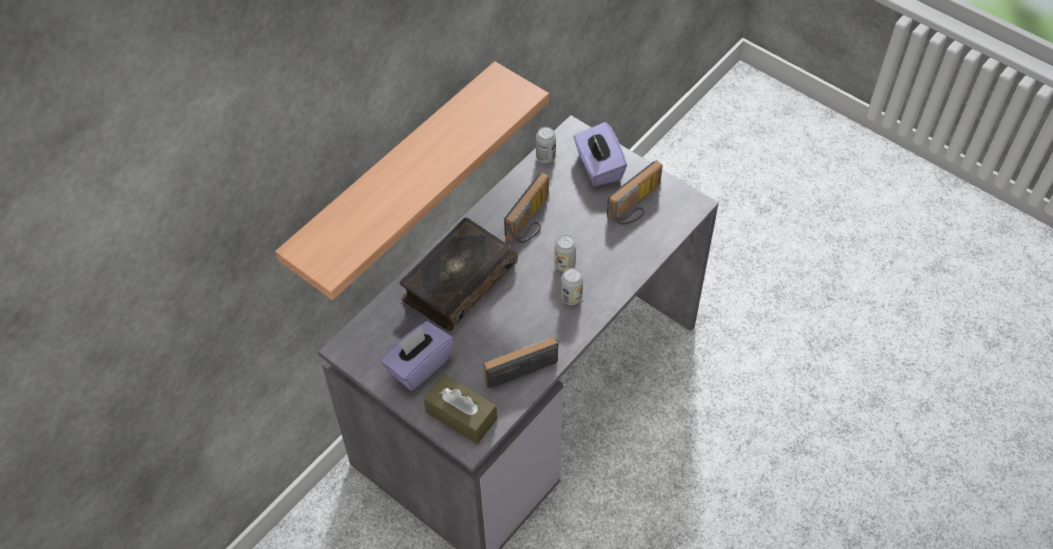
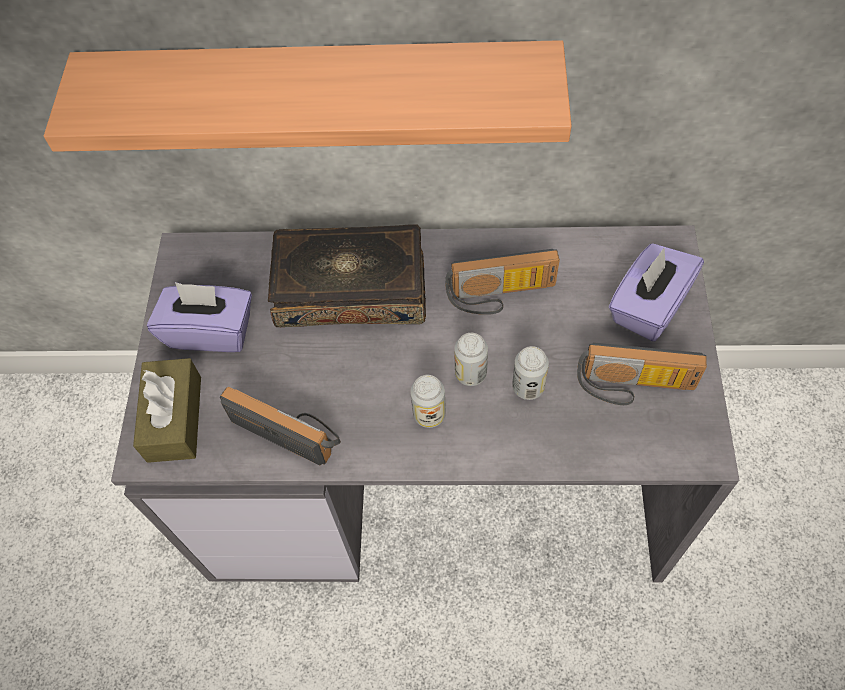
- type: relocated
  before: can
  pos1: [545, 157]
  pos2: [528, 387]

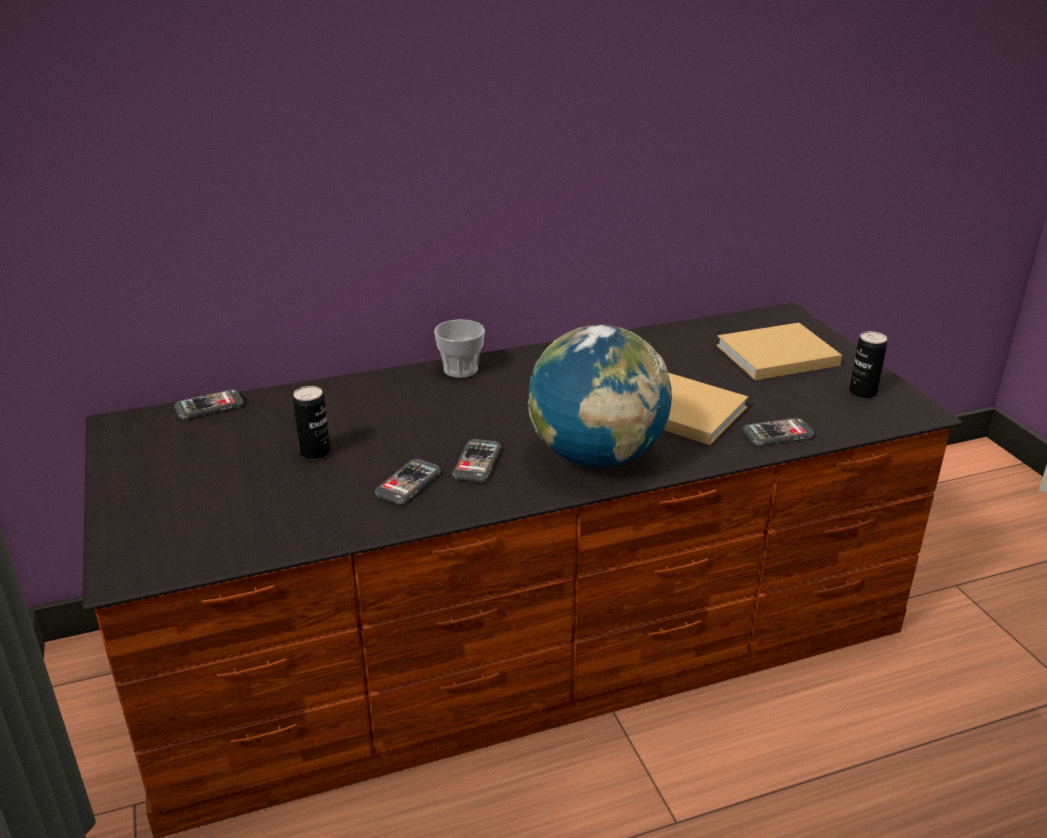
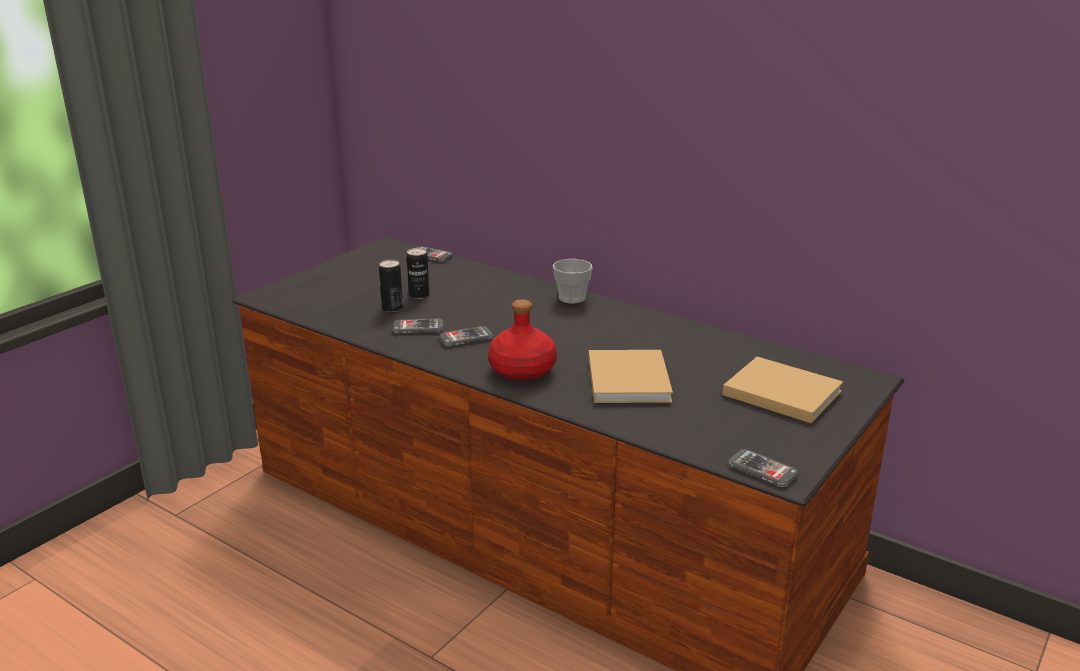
- type: exchanged
  before: globe
  after: red bottle
  pos1: [597, 457]
  pos2: [522, 370]
- type: relocated
  before: phone
  pos1: [777, 434]
  pos2: [762, 470]
- type: relocated
  before: can
  pos1: [862, 393]
  pos2: [392, 308]

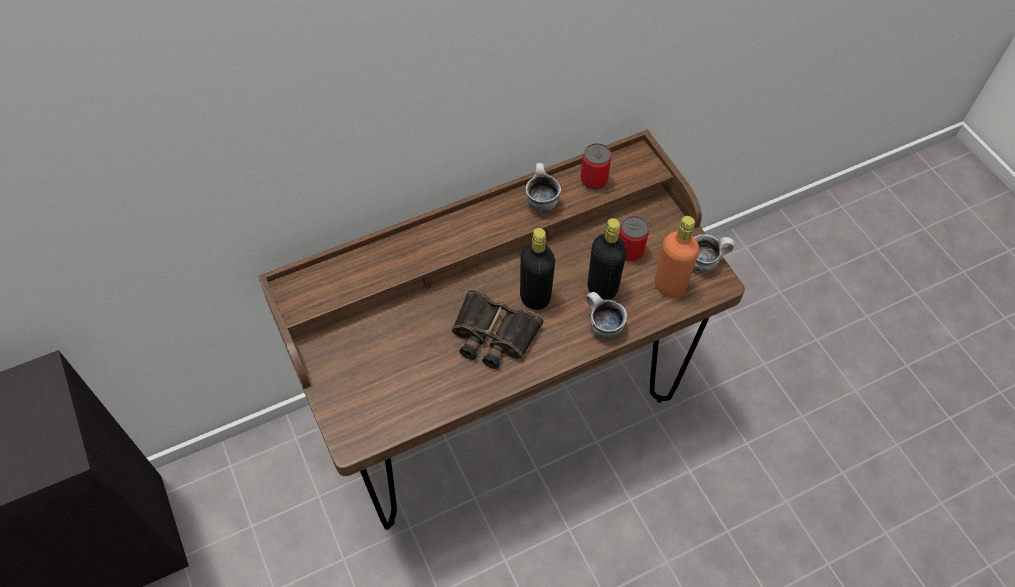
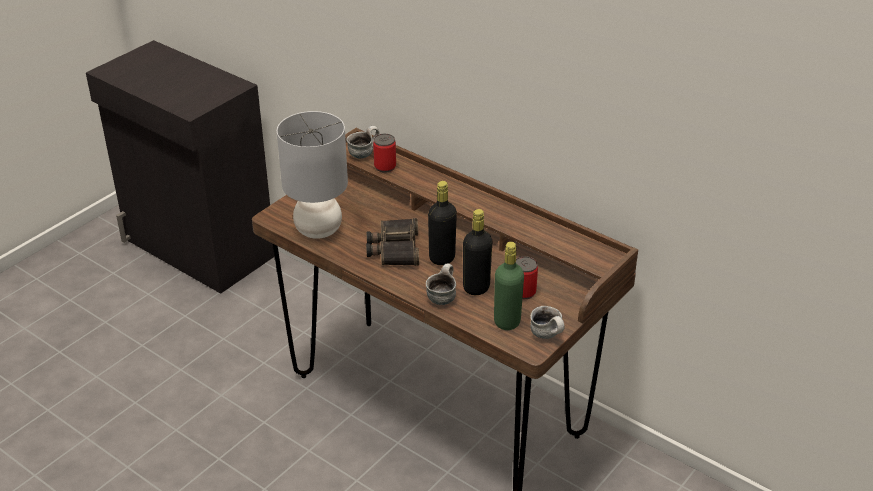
- type: relocated
  before: mug
  pos1: [540, 199]
  pos2: [363, 153]
- type: relocated
  before: can
  pos1: [593, 180]
  pos2: [385, 167]
- type: colour
  before: orange bottle
  after: green bottle
  pos1: [669, 285]
  pos2: [507, 322]
- type: appeared
  after: grey table lamp
  pos2: [318, 230]

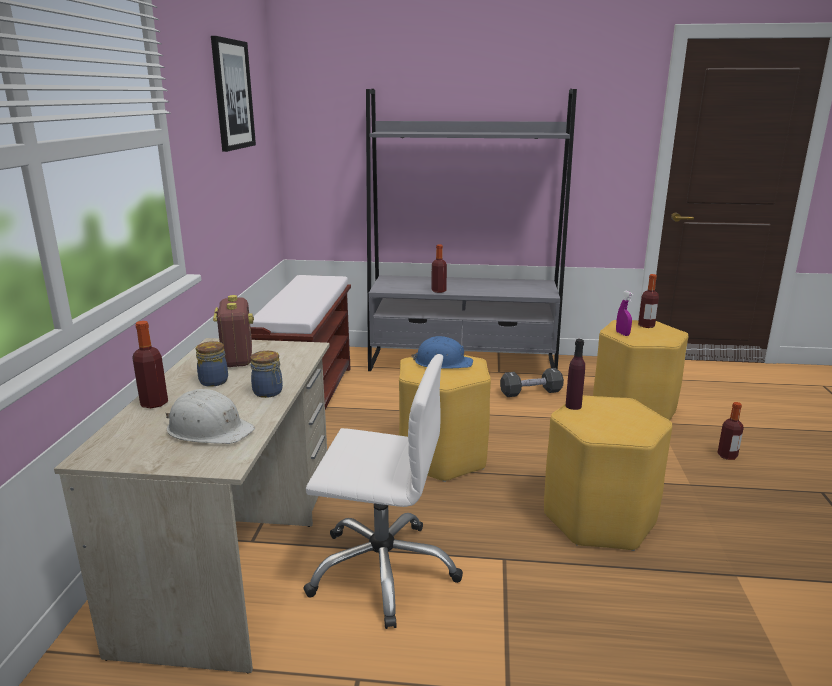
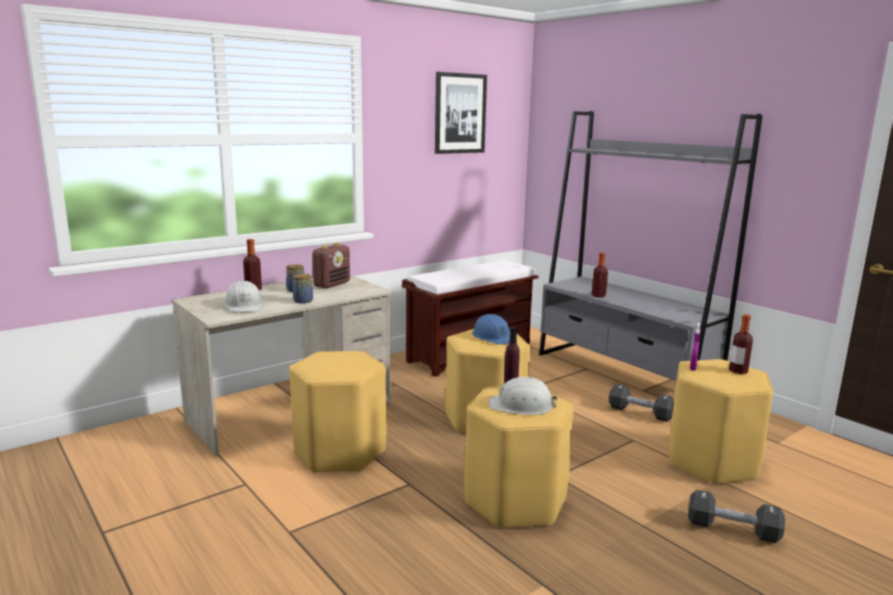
- type: exchanged
  before: white office chair
  after: yellow stool
  pos1: [383, 570]
  pos2: [339, 452]
- type: exchanged
  before: bottle
  after: black dumbbell
  pos1: [727, 456]
  pos2: [732, 529]
- type: appeared
  after: white hard hat
  pos2: [521, 406]

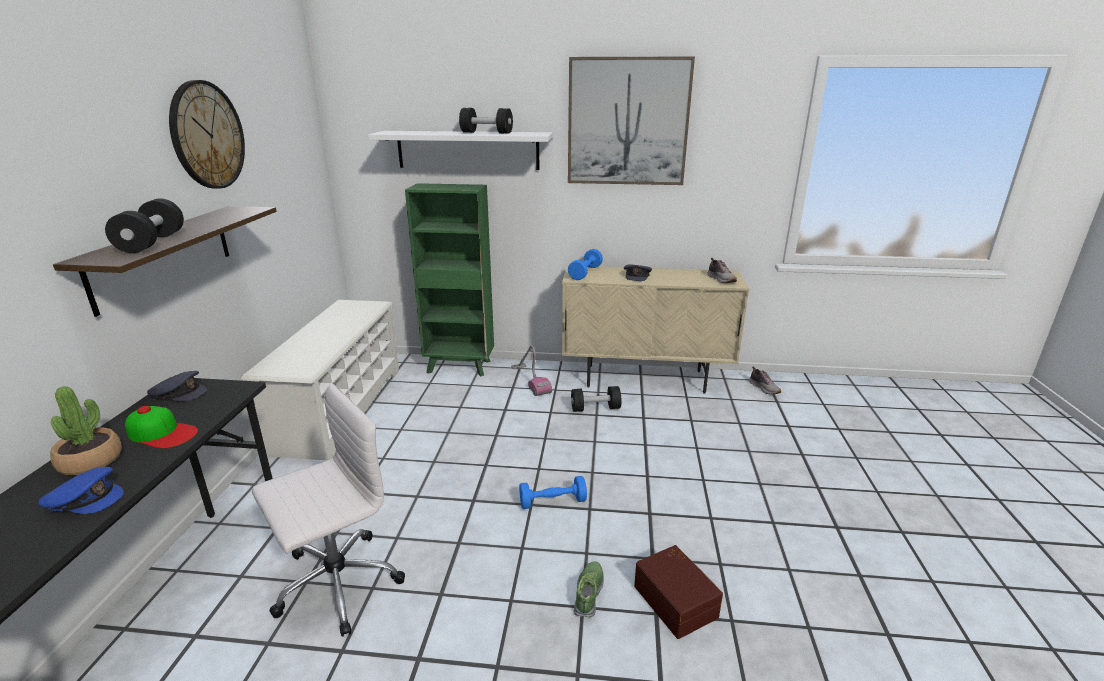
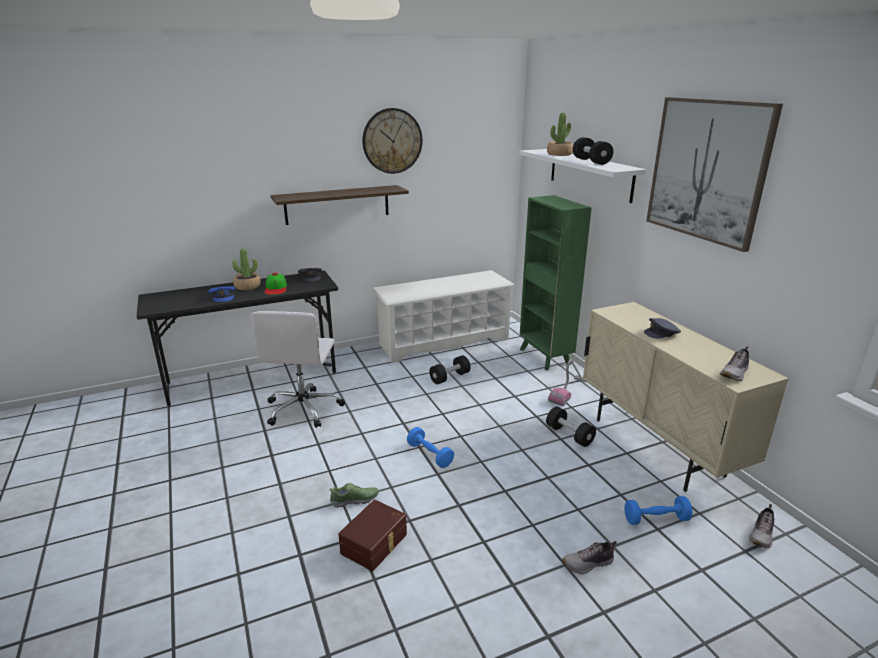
- type: relocated
  before: black dumbbell
  pos1: [152, 243]
  pos2: [450, 377]
- type: spun
  before: white office chair
  pos1: [336, 583]
  pos2: [304, 408]
  turn: 75
- type: relocated
  before: blue dumbbell
  pos1: [585, 273]
  pos2: [656, 519]
- type: appeared
  after: potted plant
  pos2: [559, 154]
- type: appeared
  after: shoe
  pos2: [588, 564]

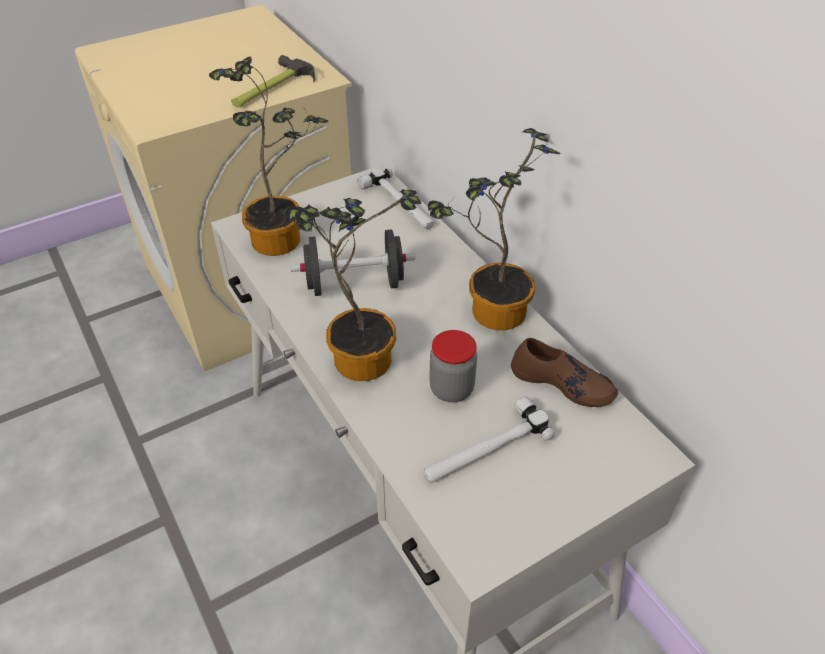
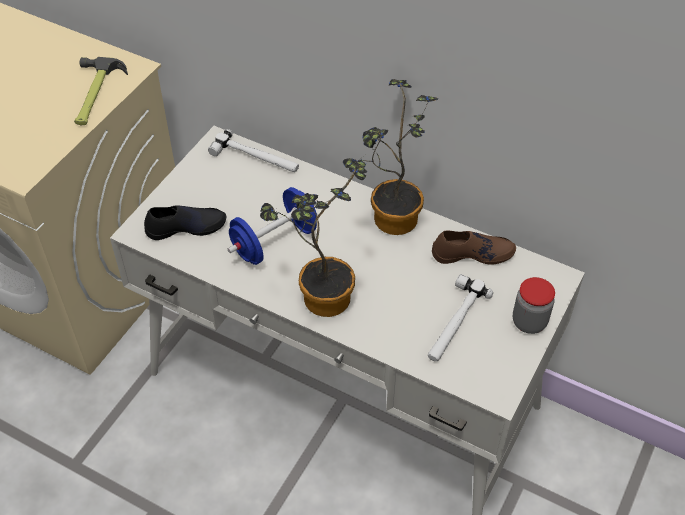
- type: exchanged
  before: potted plant
  after: black shoe
  pos1: [284, 239]
  pos2: [186, 227]
- type: colour
  before: black dumbbell
  after: blue dumbbell
  pos1: [355, 284]
  pos2: [274, 242]
- type: relocated
  before: jar
  pos1: [451, 389]
  pos2: [529, 322]

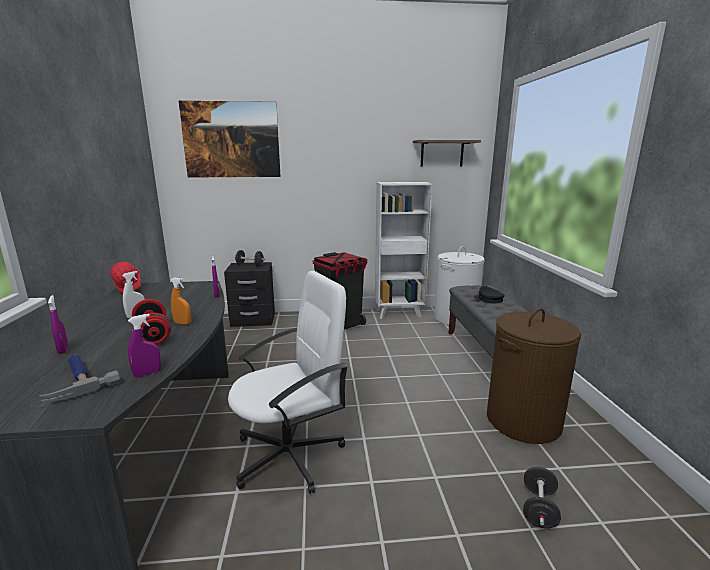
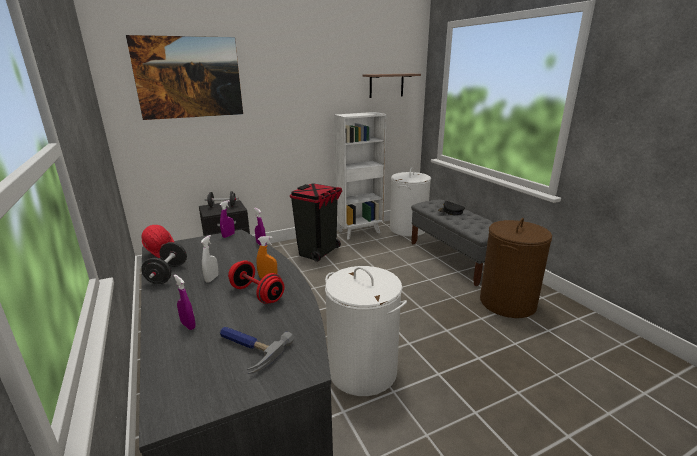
- type: relocated
  before: purple spray bottle
  pos1: [147, 373]
  pos2: [228, 235]
- type: exchanged
  before: white office chair
  after: white laundry basket
  pos1: [290, 454]
  pos2: [363, 370]
- type: relocated
  before: black dumbbell
  pos1: [538, 509]
  pos2: [167, 274]

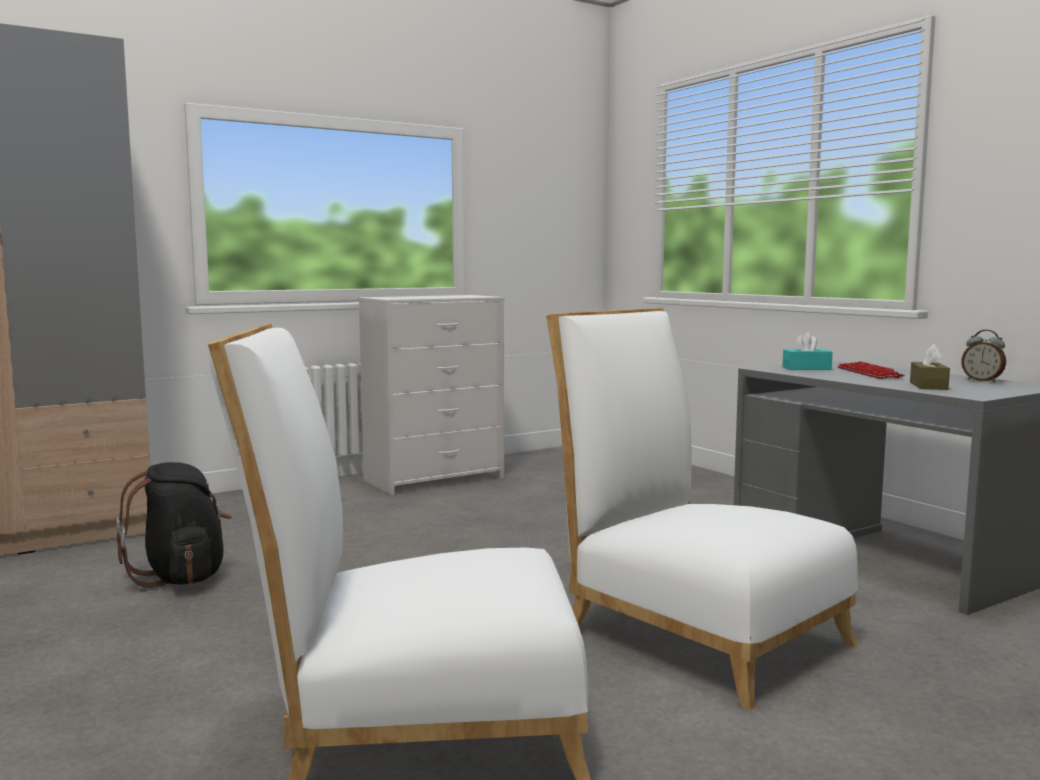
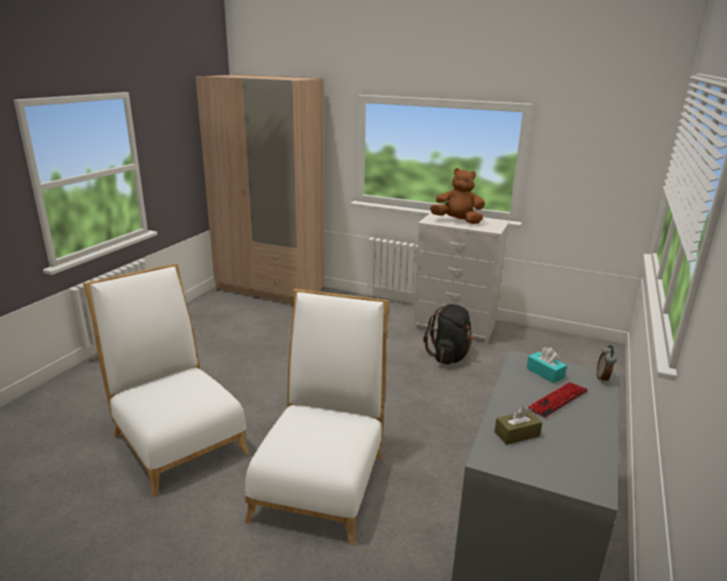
- type: relocated
  before: black backpack
  pos1: [181, 577]
  pos2: [449, 356]
- type: relocated
  before: alarm clock
  pos1: [982, 381]
  pos2: [603, 378]
- type: appeared
  after: brown plush toy
  pos2: [457, 221]

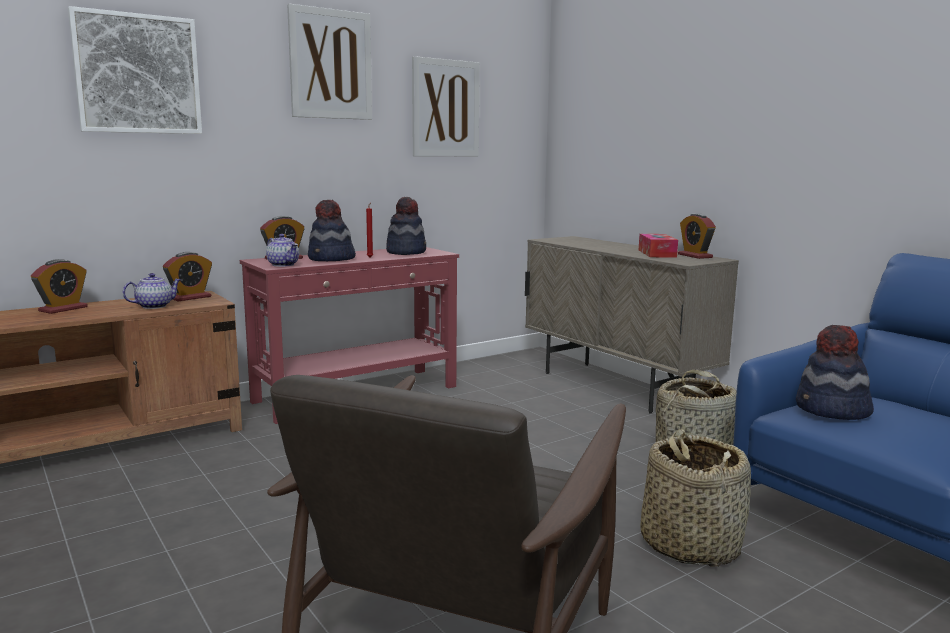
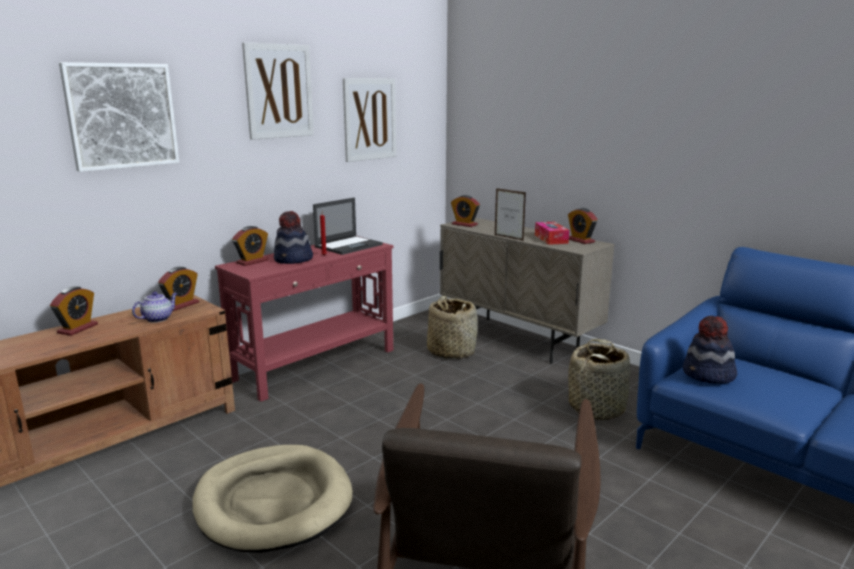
- type: missing
  before: teapot
  pos1: [283, 265]
- type: exchanged
  before: hat
  after: laptop
  pos1: [406, 252]
  pos2: [349, 245]
- type: relocated
  before: basket
  pos1: [690, 544]
  pos2: [451, 351]
- type: appeared
  after: beige dog bed
  pos2: [273, 502]
- type: appeared
  after: alarm clock
  pos2: [464, 224]
- type: appeared
  after: picture frame
  pos2: [508, 238]

